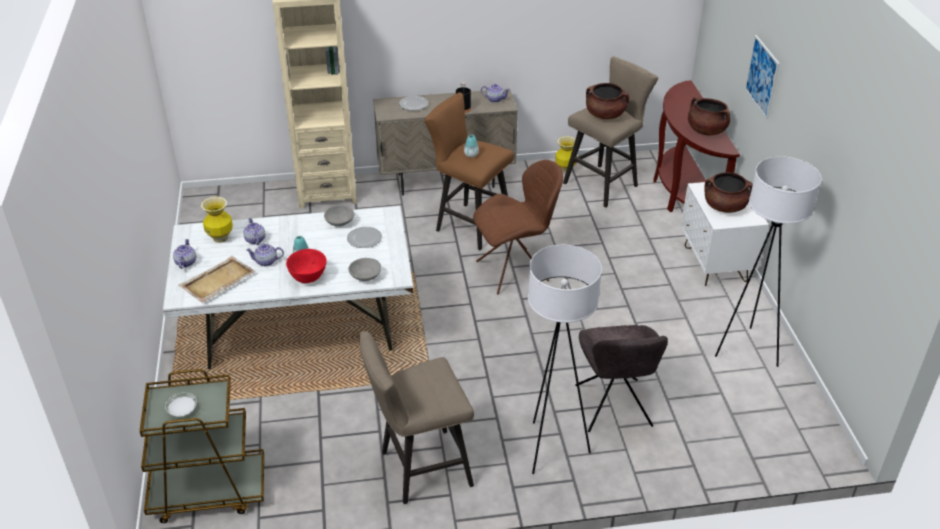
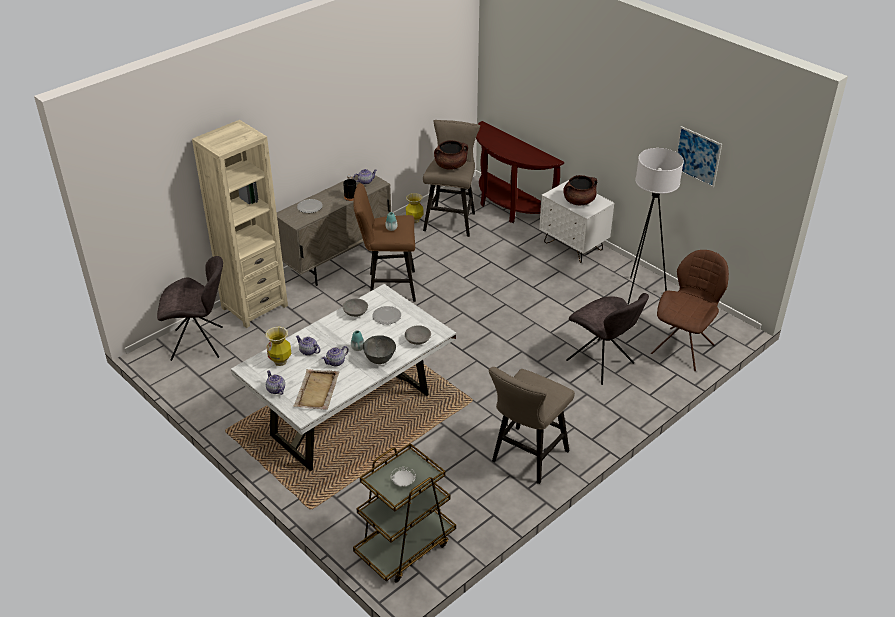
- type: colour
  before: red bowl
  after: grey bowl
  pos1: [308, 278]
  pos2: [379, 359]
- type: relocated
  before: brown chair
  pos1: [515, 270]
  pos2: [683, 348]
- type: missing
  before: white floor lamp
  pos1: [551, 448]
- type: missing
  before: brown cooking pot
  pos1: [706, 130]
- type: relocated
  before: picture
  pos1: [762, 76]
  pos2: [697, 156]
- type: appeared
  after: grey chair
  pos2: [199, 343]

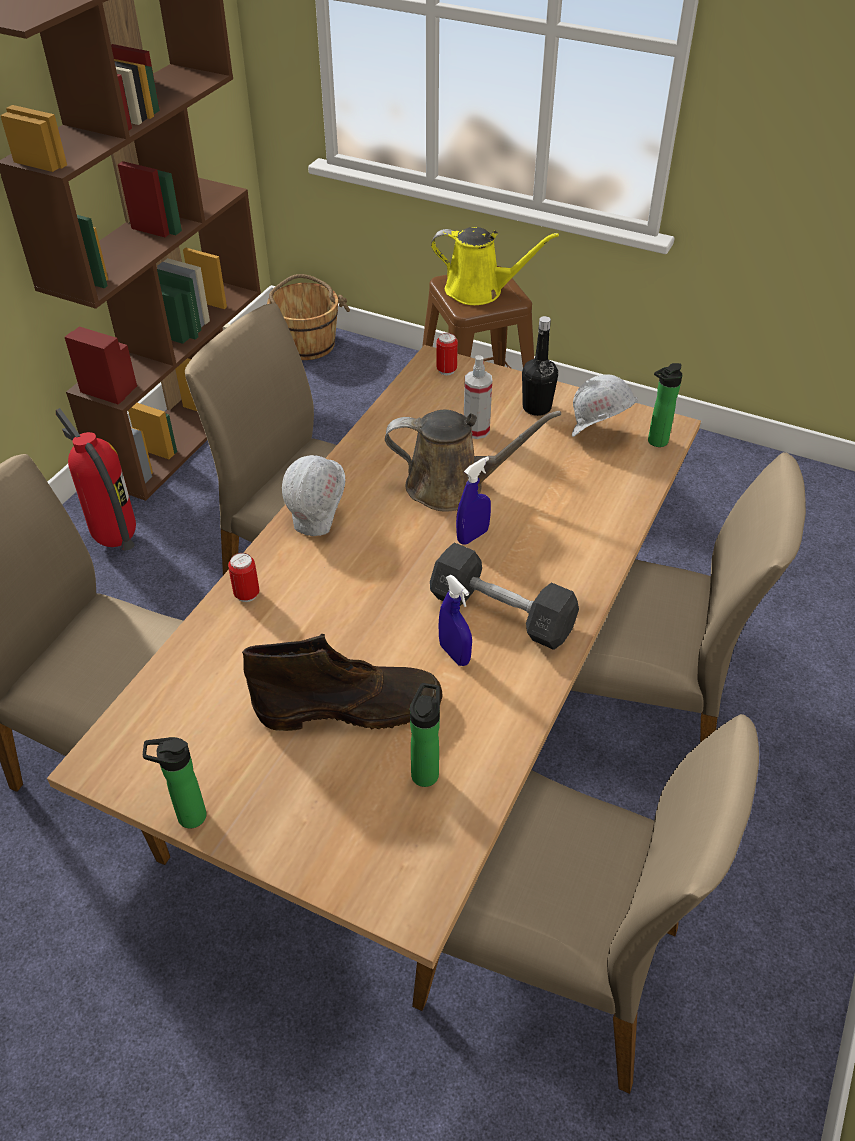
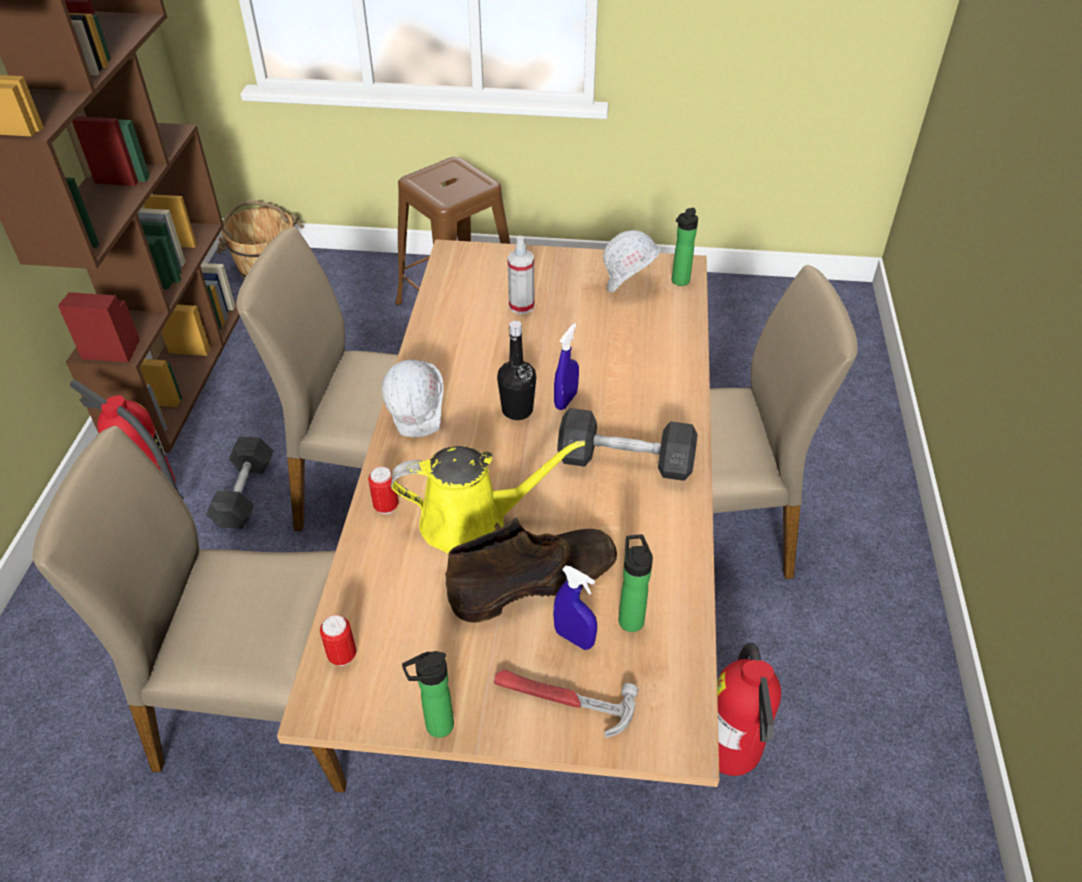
- type: missing
  before: brown watering can
  pos1: [453, 486]
- type: exchanged
  before: beige chair
  after: fire extinguisher
  pos1: [553, 963]
  pos2: [730, 759]
- type: relocated
  before: yellow watering can
  pos1: [479, 291]
  pos2: [472, 522]
- type: relocated
  before: can
  pos1: [446, 370]
  pos2: [342, 656]
- type: relocated
  before: blue spray bottle
  pos1: [454, 654]
  pos2: [574, 638]
- type: relocated
  before: black bottle
  pos1: [536, 407]
  pos2: [517, 410]
- type: appeared
  after: grey dumbbell
  pos2: [244, 494]
- type: appeared
  after: hammer
  pos2: [562, 700]

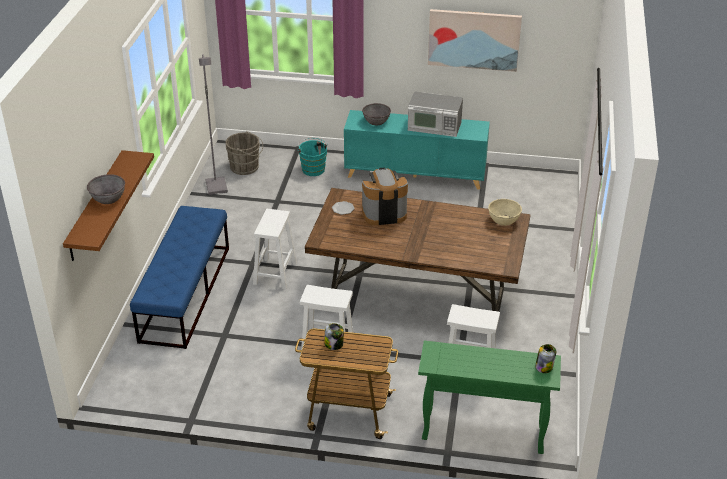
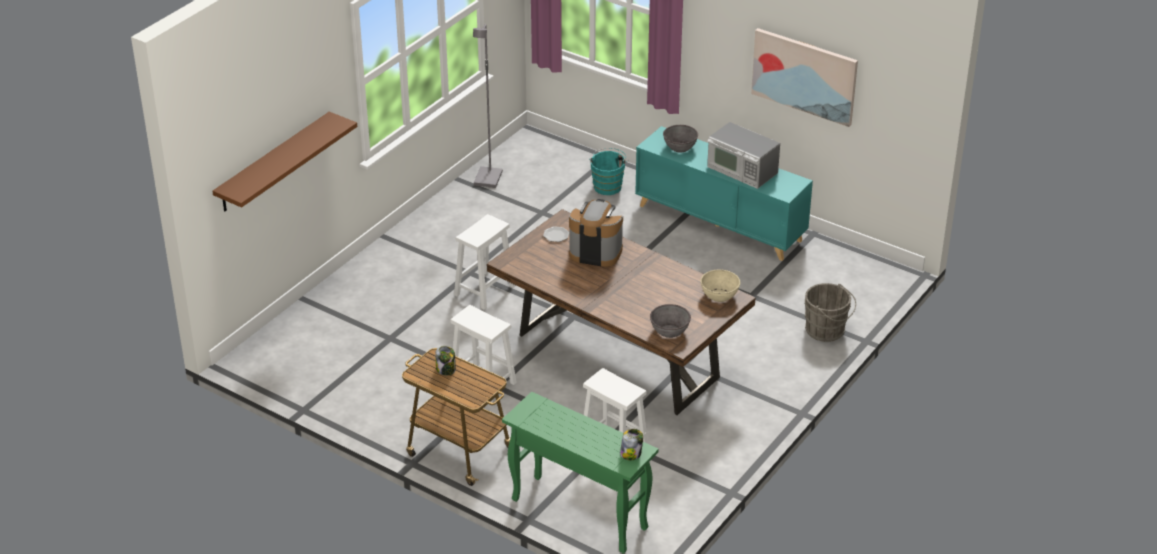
- type: relocated
  before: grey bowl
  pos1: [108, 198]
  pos2: [669, 331]
- type: missing
  before: blue bench
  pos1: [185, 293]
- type: relocated
  before: grey bucket
  pos1: [246, 167]
  pos2: [827, 331]

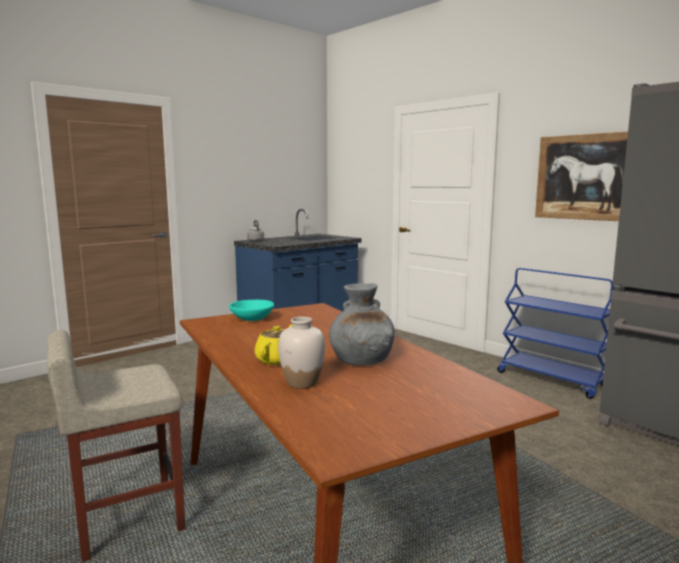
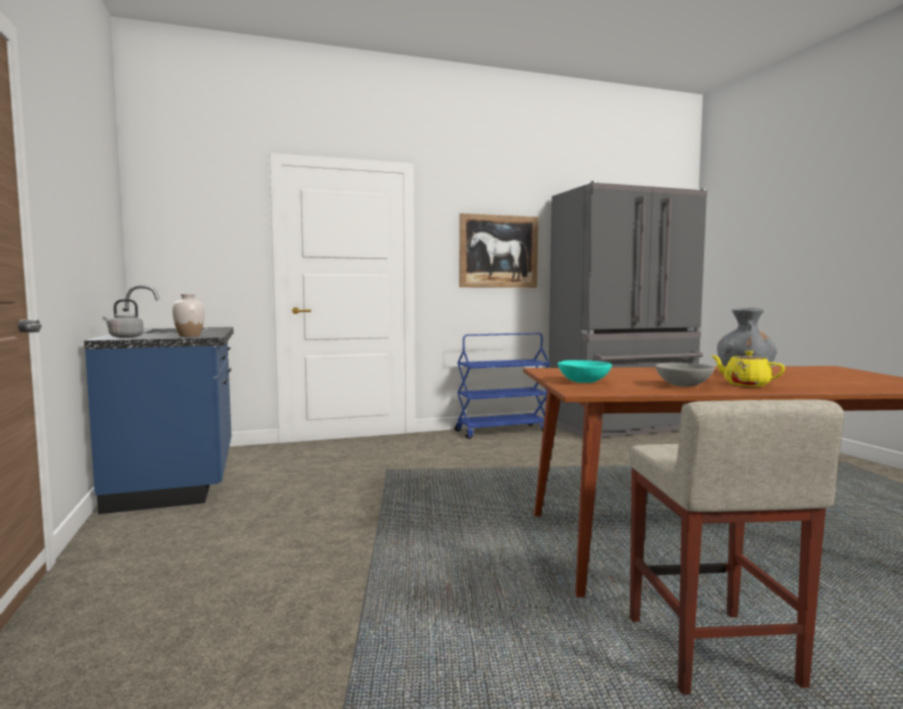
- type: relocated
  before: white vase
  pos1: [302, 383]
  pos2: [189, 336]
- type: appeared
  after: grey bowl
  pos2: [683, 385]

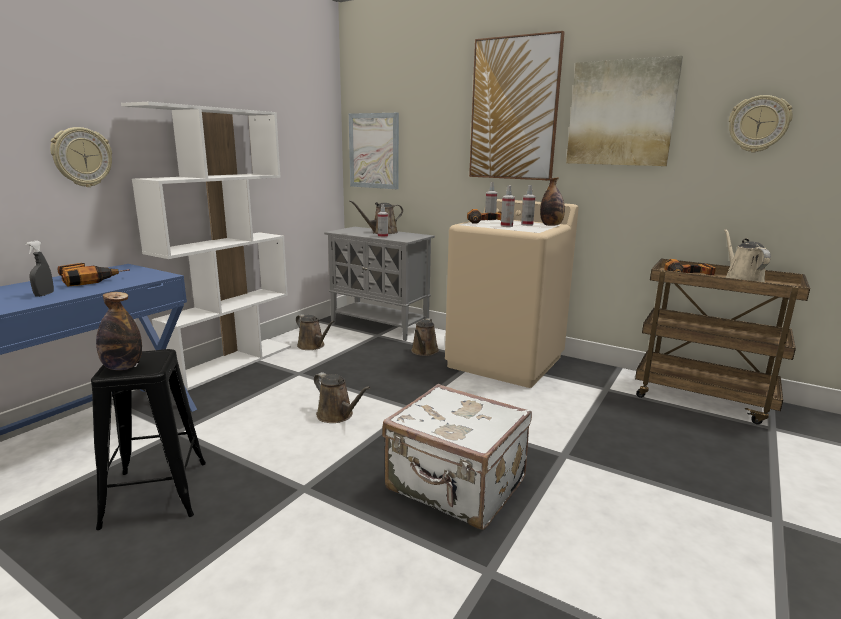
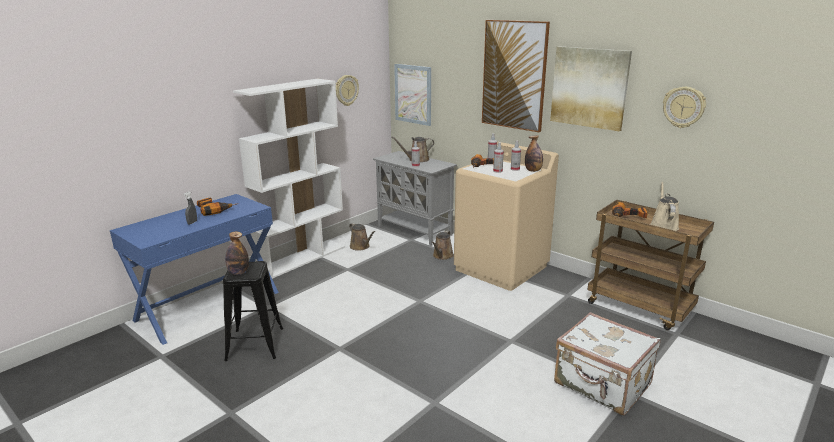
- type: relocated
  before: wall clock
  pos1: [82, 157]
  pos2: [346, 90]
- type: missing
  before: brown watering can
  pos1: [337, 415]
- type: relocated
  before: white suitcase
  pos1: [456, 486]
  pos2: [602, 385]

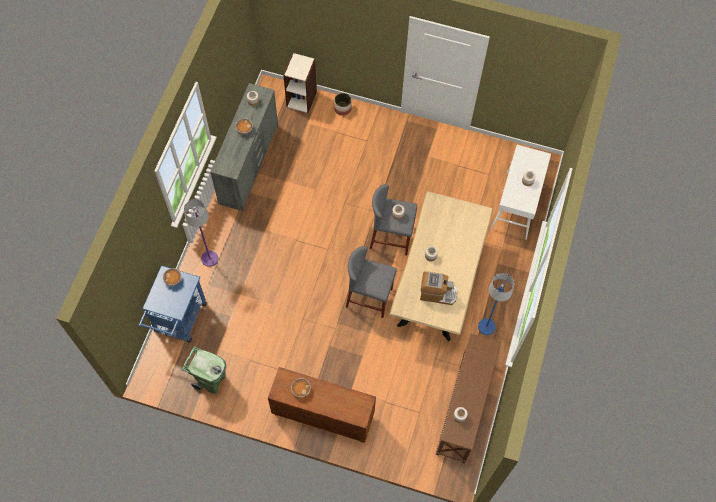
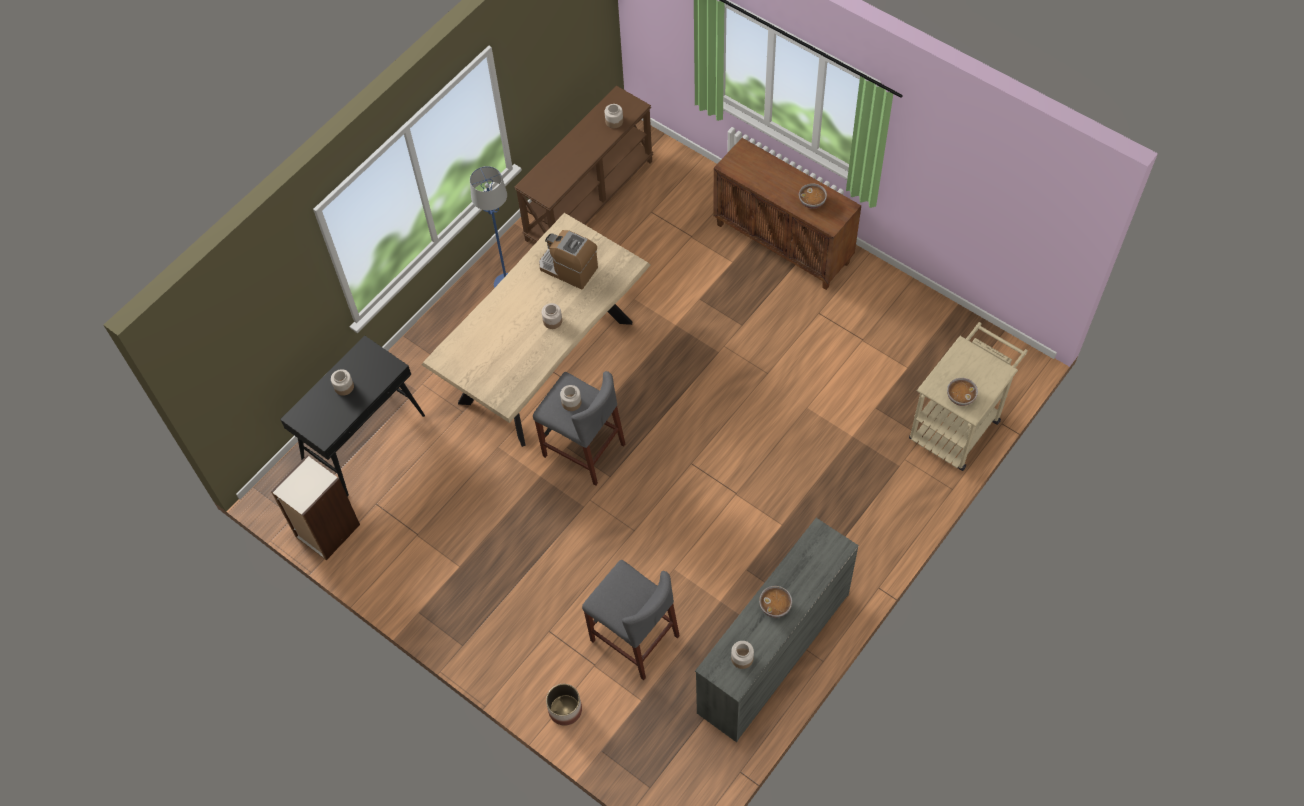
- type: colour
  before: blue cart
  after: beige cart
  pos1: [178, 322]
  pos2: [958, 423]
- type: missing
  before: green trash can
  pos1: [211, 380]
- type: missing
  before: purple floor lamp
  pos1: [209, 258]
- type: relocated
  before: bookcase
  pos1: [302, 99]
  pos2: [327, 531]
- type: relocated
  before: grey stool
  pos1: [369, 298]
  pos2: [634, 638]
- type: colour
  before: white console table
  after: black console table
  pos1: [516, 206]
  pos2: [364, 438]

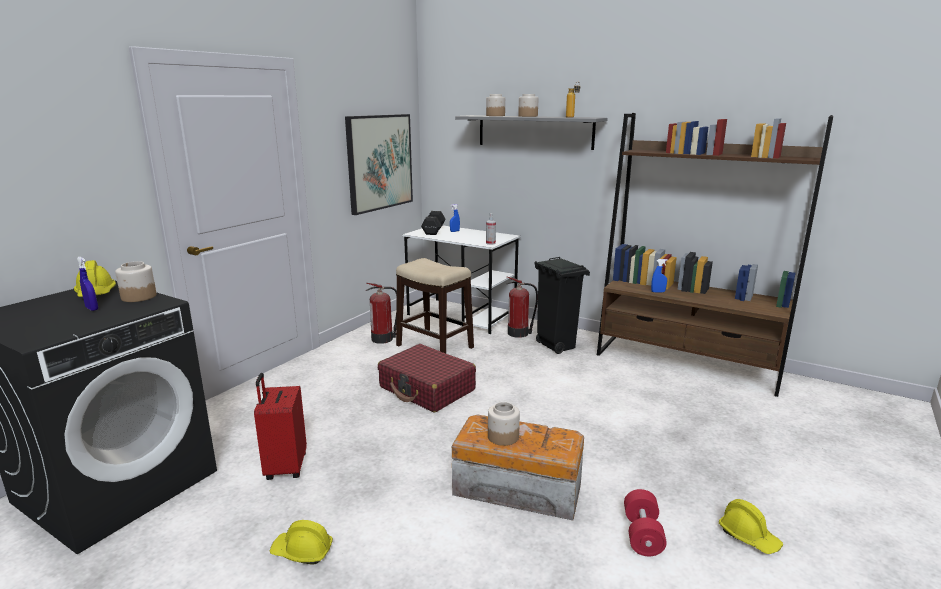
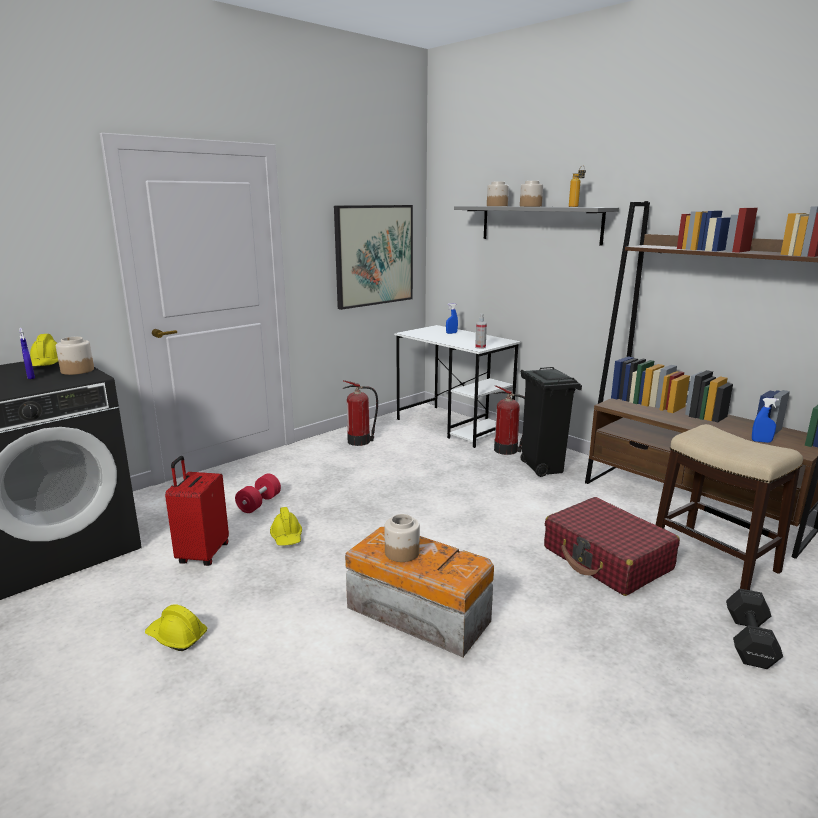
- type: relocated
  before: red suitcase
  pos1: [427, 389]
  pos2: [607, 559]
- type: relocated
  before: stool
  pos1: [434, 346]
  pos2: [712, 560]
- type: relocated
  before: black dumbbell
  pos1: [433, 231]
  pos2: [749, 642]
- type: relocated
  before: red dumbbell
  pos1: [642, 535]
  pos2: [259, 503]
- type: relocated
  before: blue spray bottle
  pos1: [658, 292]
  pos2: [761, 441]
- type: relocated
  before: yellow hard hat
  pos1: [749, 537]
  pos2: [287, 537]

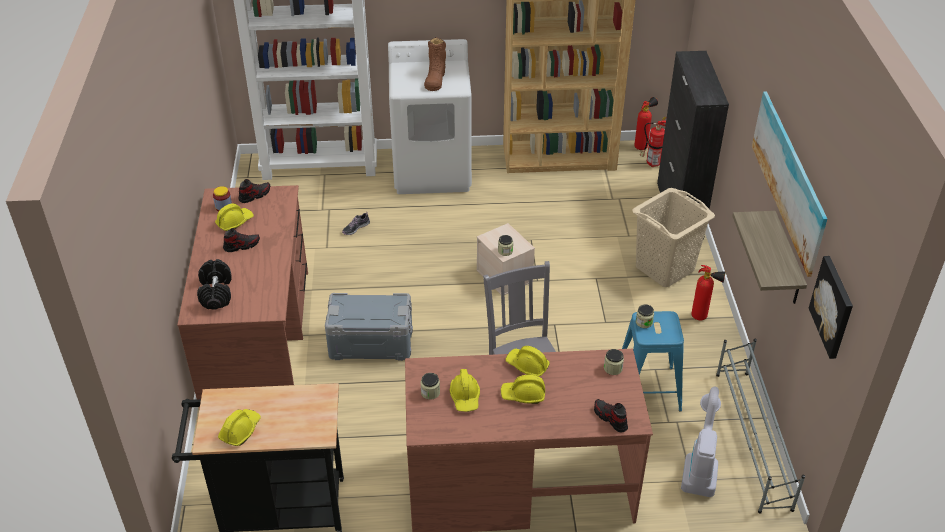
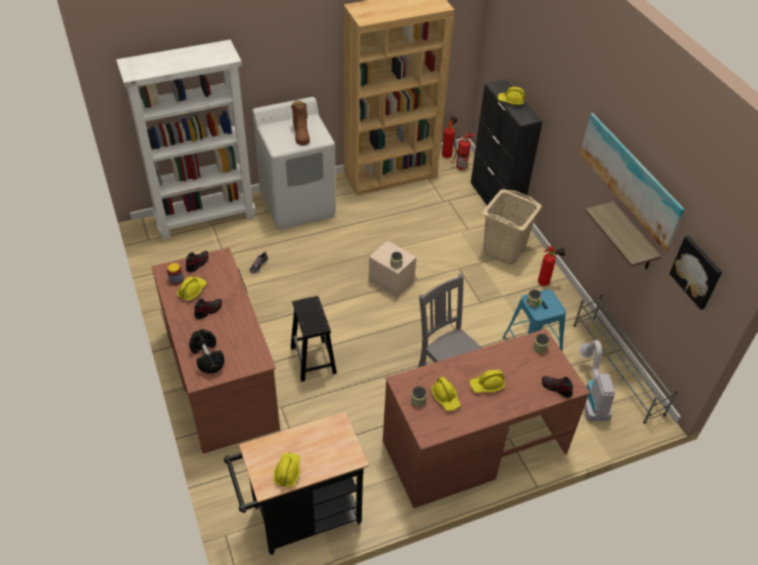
- type: exchanged
  before: grey storage box
  after: black stool
  pos1: [371, 343]
  pos2: [313, 360]
- type: relocated
  before: yellow hard hat
  pos1: [527, 365]
  pos2: [511, 101]

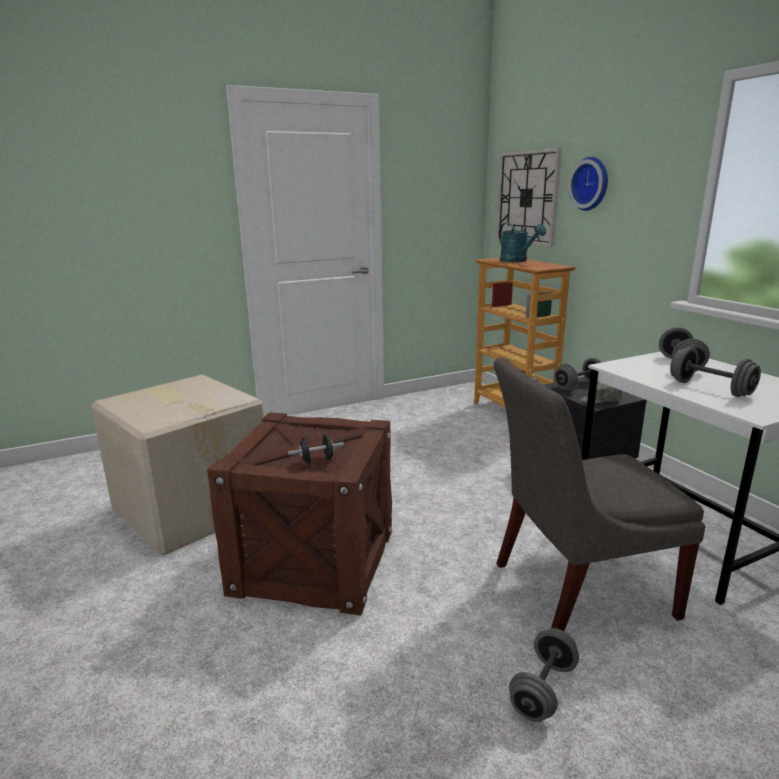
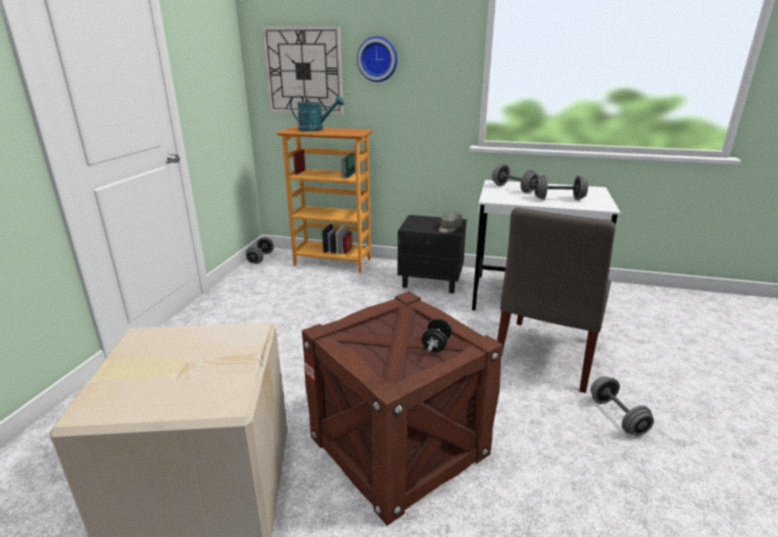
- type: relocated
  before: grey dumbbell
  pos1: [578, 386]
  pos2: [261, 258]

